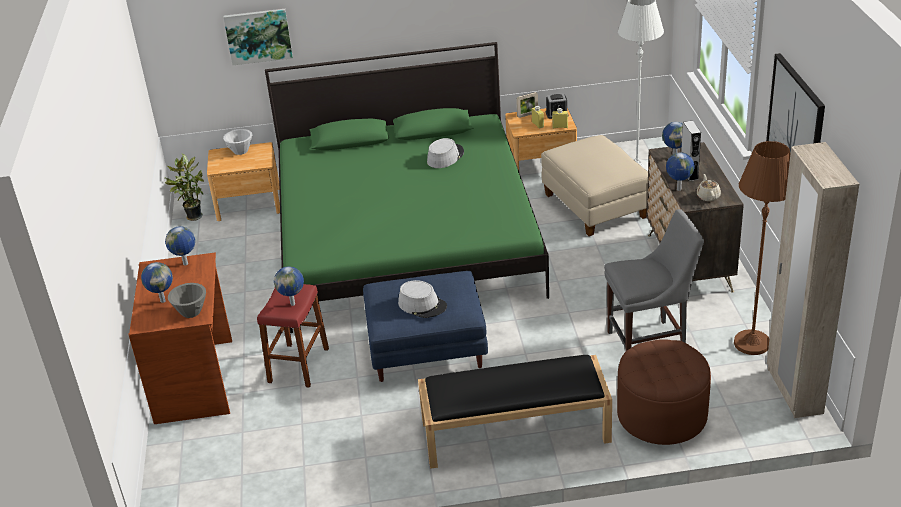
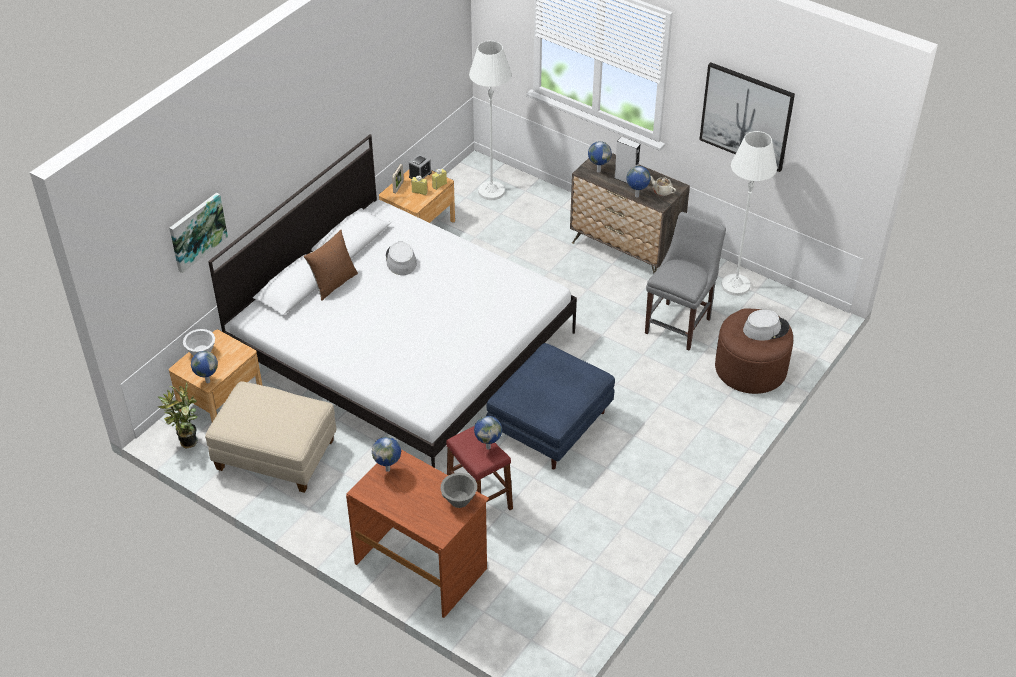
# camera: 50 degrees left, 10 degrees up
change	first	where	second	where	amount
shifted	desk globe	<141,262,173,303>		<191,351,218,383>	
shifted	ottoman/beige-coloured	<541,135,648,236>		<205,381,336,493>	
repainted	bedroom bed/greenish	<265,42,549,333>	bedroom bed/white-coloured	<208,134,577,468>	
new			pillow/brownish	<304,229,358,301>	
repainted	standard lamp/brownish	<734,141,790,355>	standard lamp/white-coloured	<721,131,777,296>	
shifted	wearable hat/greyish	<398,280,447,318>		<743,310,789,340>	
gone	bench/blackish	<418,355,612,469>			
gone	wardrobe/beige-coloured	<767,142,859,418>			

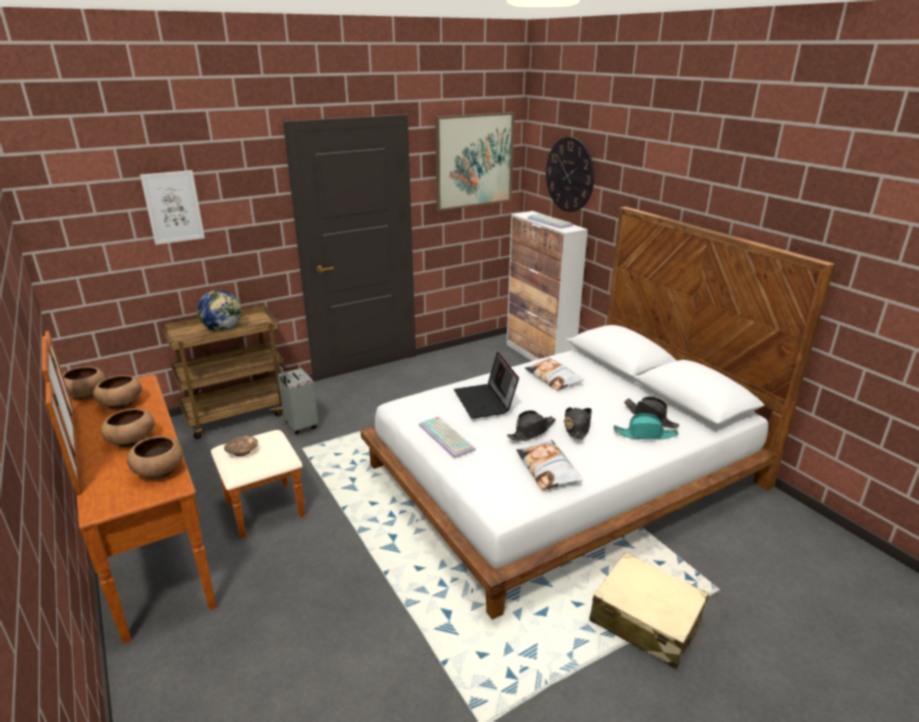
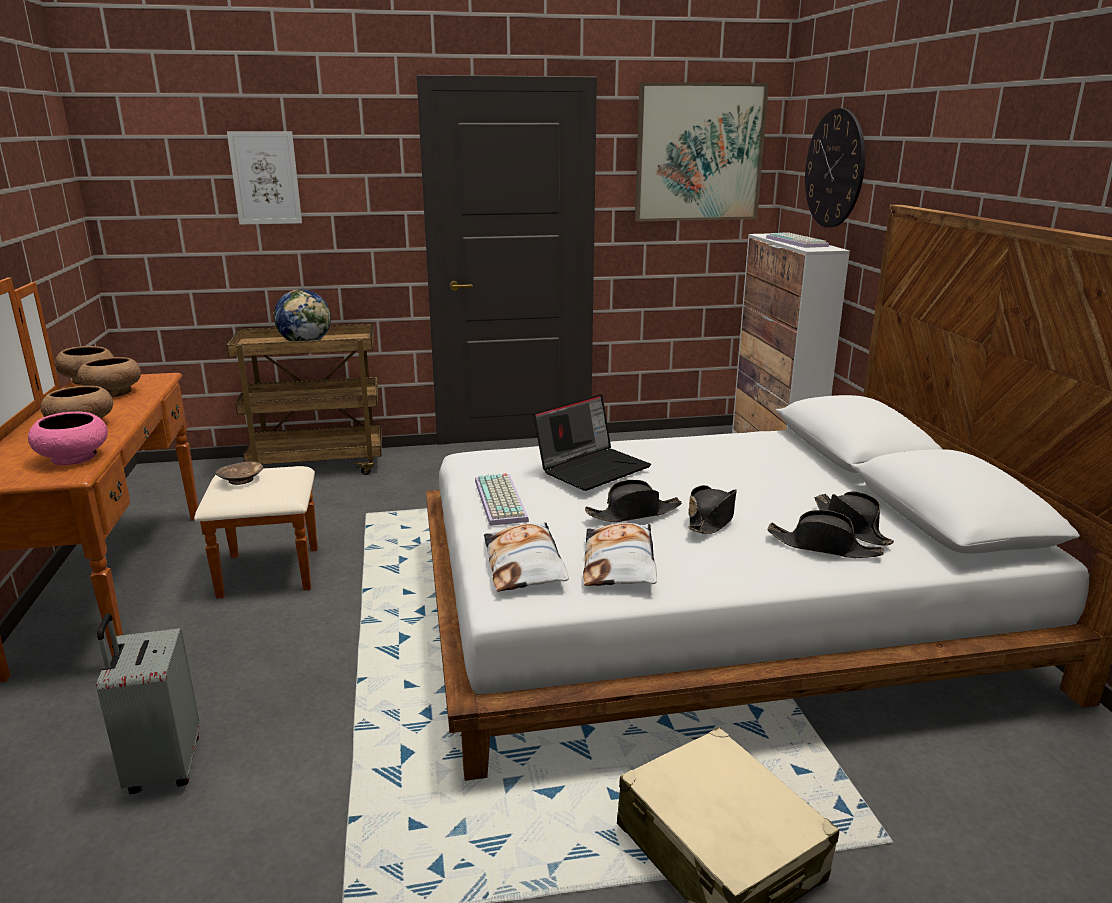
# camera: 20 degrees right, 5 degrees down
change	first	where	second	where	amount
repainted	deep dish/brownish	<127,436,183,480>	deep dish/pinkish	<28,412,108,465>	
shifted	piece of luggage/greyish	<278,363,318,434>		<97,613,200,794>	
shifted	pillow	<525,358,584,391>		<484,522,569,592>	
rotated	portable computer	<454,352,519,419>		<533,394,651,491>	135 degrees counterclockwise
repainted	wearable hat/blue-green	<614,413,679,439>	wearable hat/blackish	<768,510,884,558>	

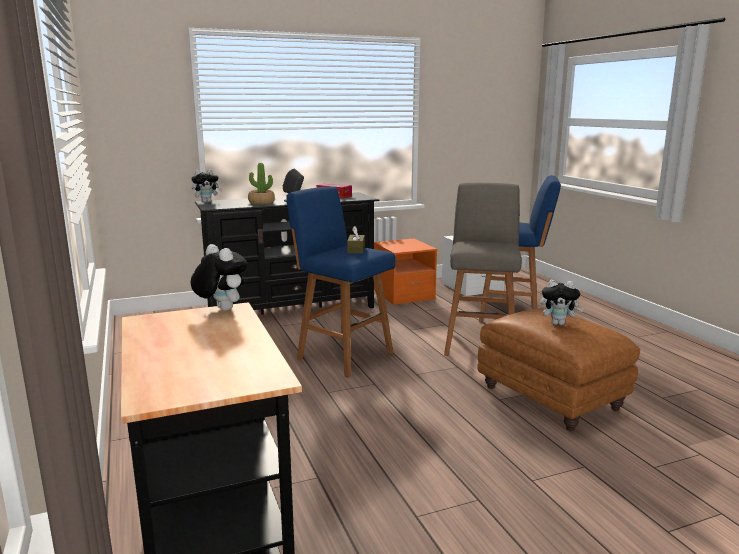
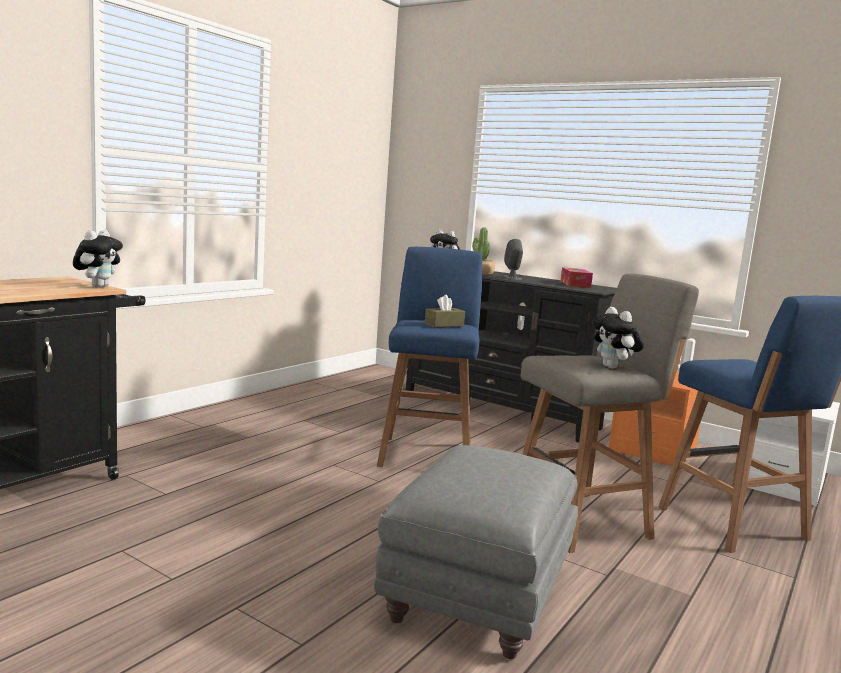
# camera: 55 degrees right, 5 degrees down
change	first	where	second	where	amount
repainted	ottoman/brownish	<477,308,640,431>	ottoman/greyish	<374,445,578,659>	
shifted	cuddly toy	<540,280,584,325>		<592,307,644,369>	

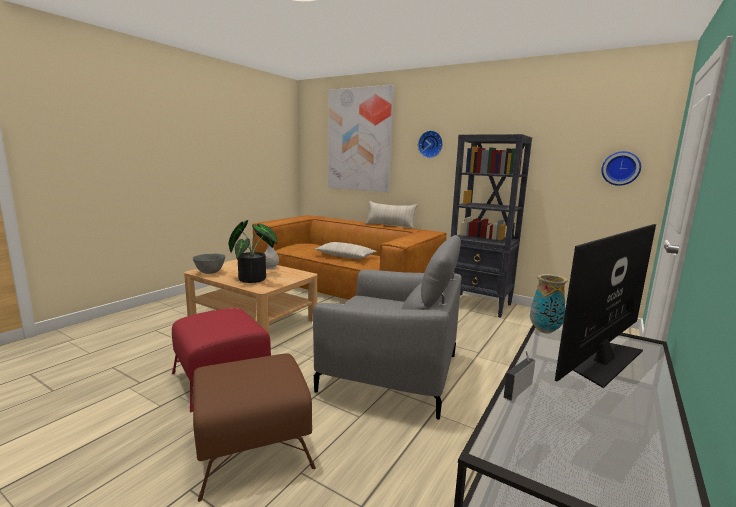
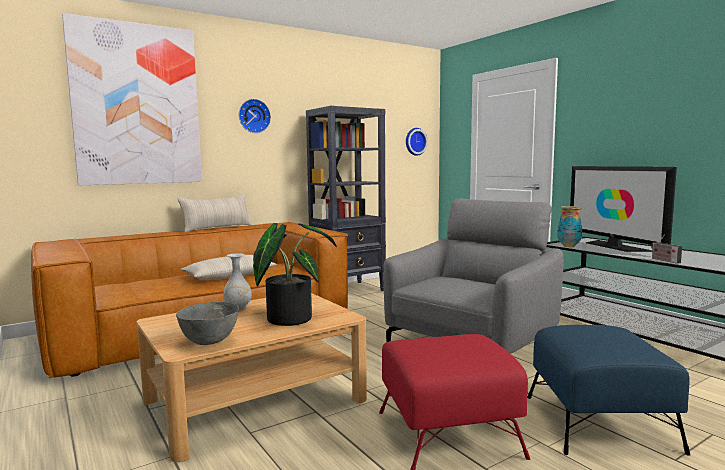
# camera: 65 degrees left, 5 degrees down
change	first	where	second	where	amount
repainted	ottoman/brownish	<193,353,316,502>	ottoman/bluish	<527,325,690,456>	

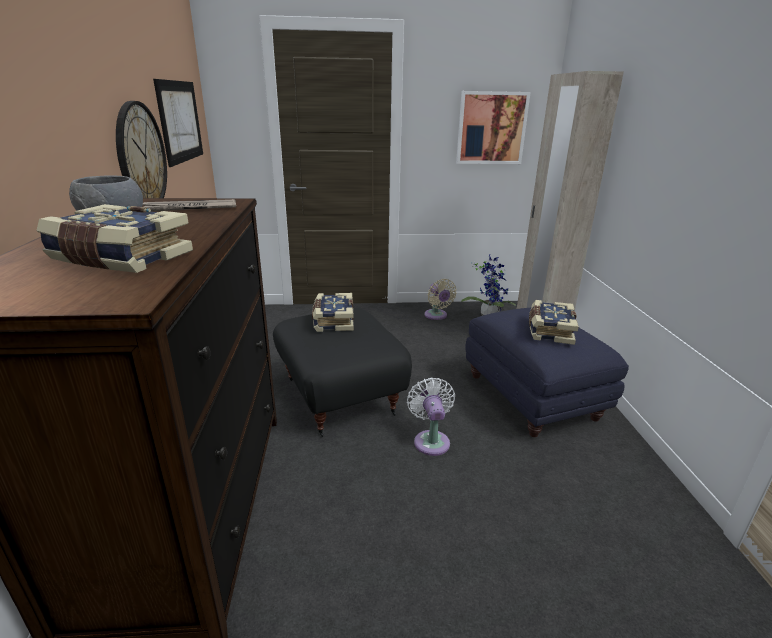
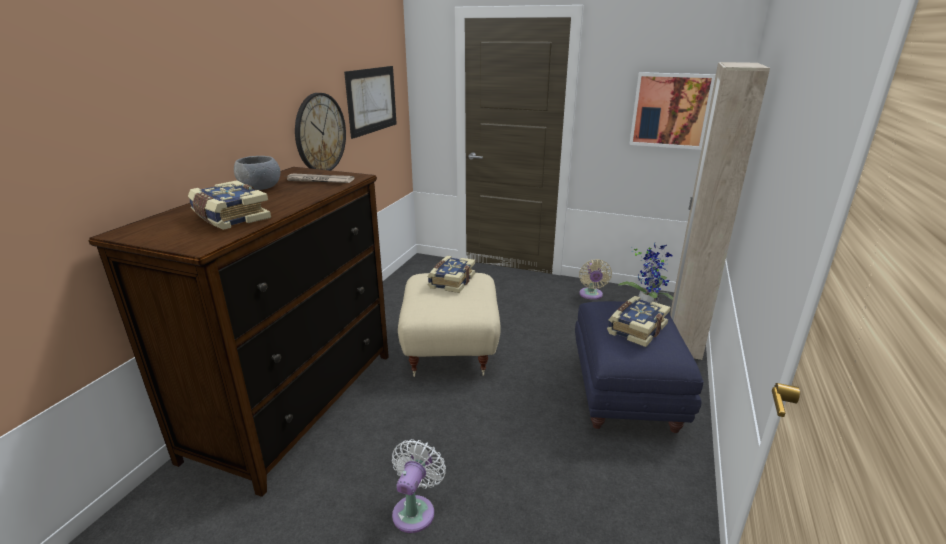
# camera: 25 degrees right, 0 degrees up
change	first	where	second	where	amount
shifted	fan/white-coloured	<407,377,455,456>		<392,439,446,533>	
repainted	ottoman/blackish	<273,308,412,437>	ottoman/beige-coloured	<398,273,501,377>	

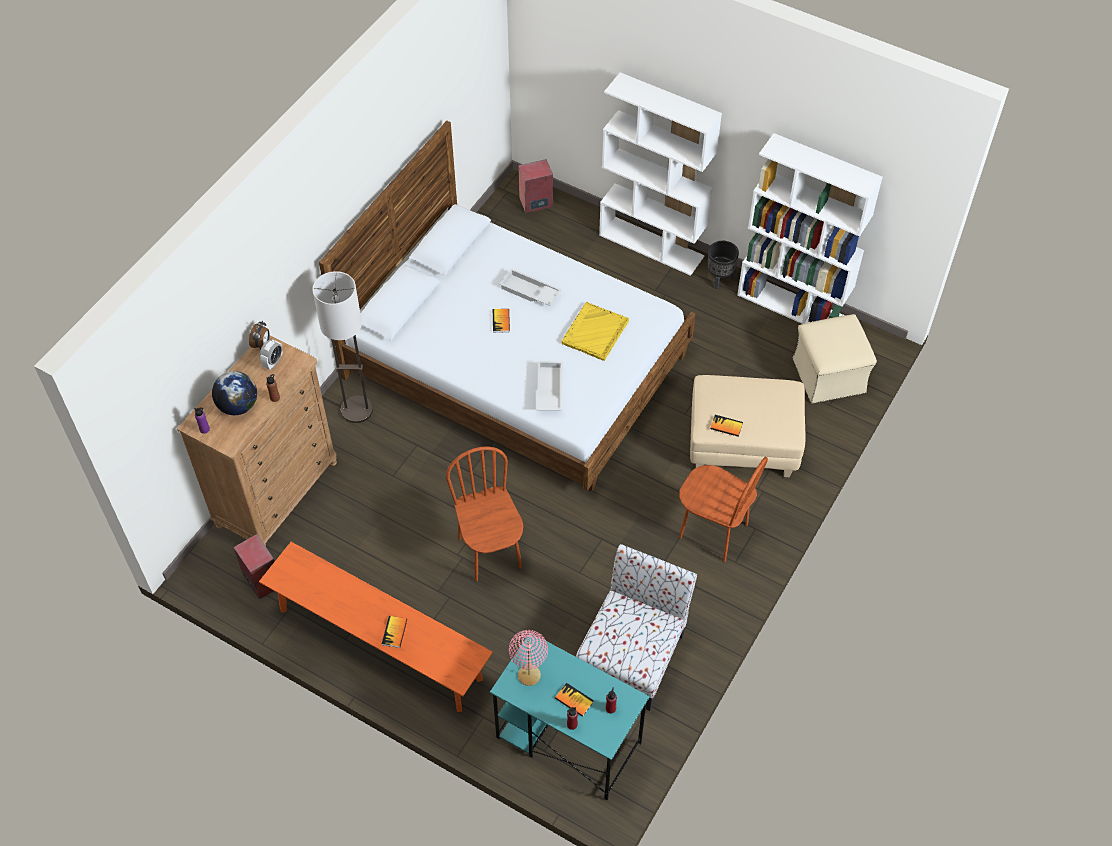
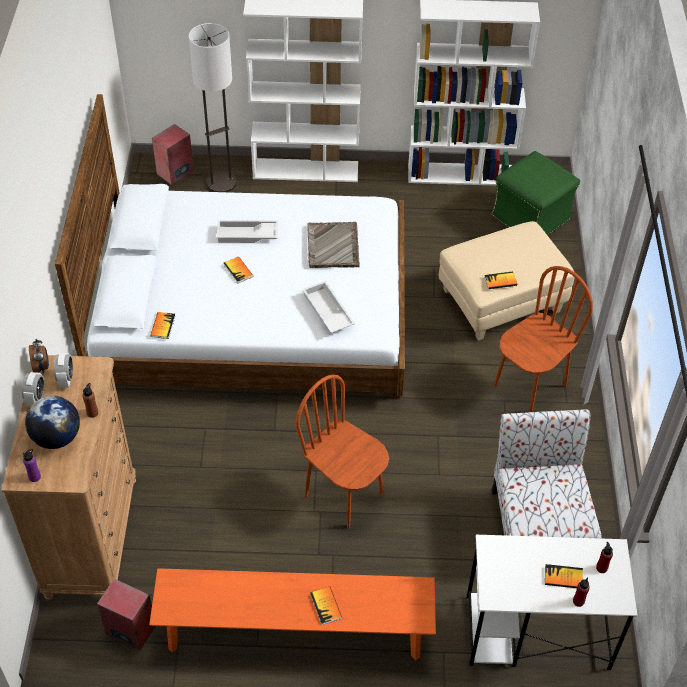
# camera: 30 degrees left, 5 degrees down
change	first	where	second	where	amount
new			bedside clock	<22,372,44,407>	
new			volume	<150,312,176,339>	
shifted	standard lamp	<312,271,373,423>		<189,23,236,192>	
repainted	serving tray/yellowish	<561,302,629,361>	serving tray/greyish	<307,222,360,268>	
repainted	desk/blue-green	<490,633,650,801>	desk/white-coloured	<466,535,637,670>	
repainted	ottoman/beige-coloured	<793,314,877,404>	ottoman/greenish	<492,151,580,235>	
rotated	chair/brownish	<679,457,768,562>		<494,266,593,412>	45 degrees counterclockwise
gone	tabletop lamp/pinkish	<509,630,548,686>			
gone	plant pot/blackish	<708,241,739,289>			

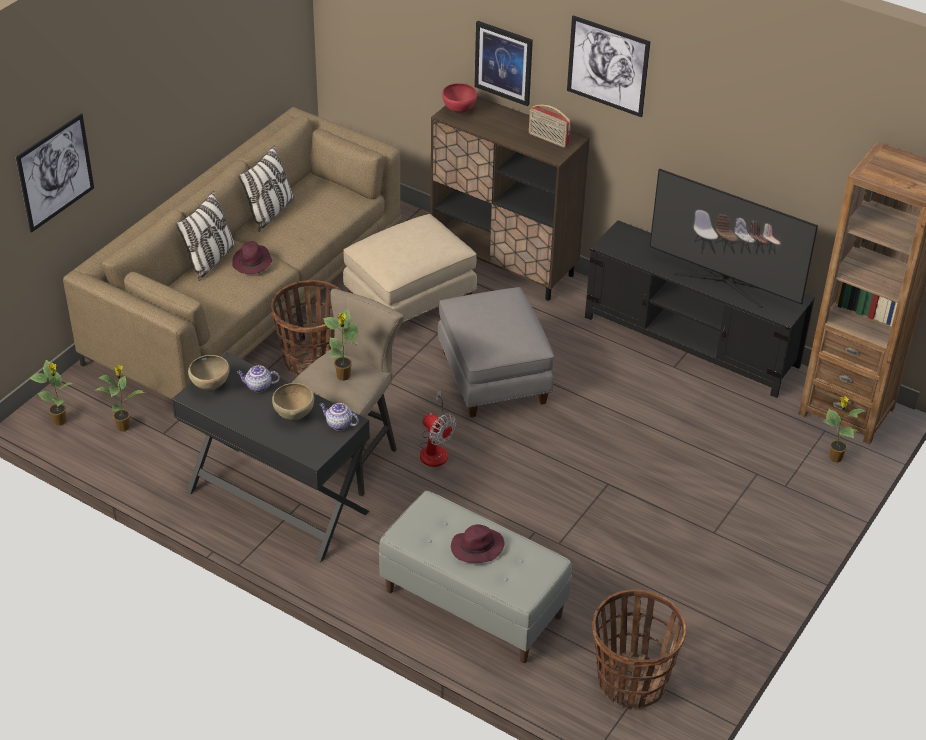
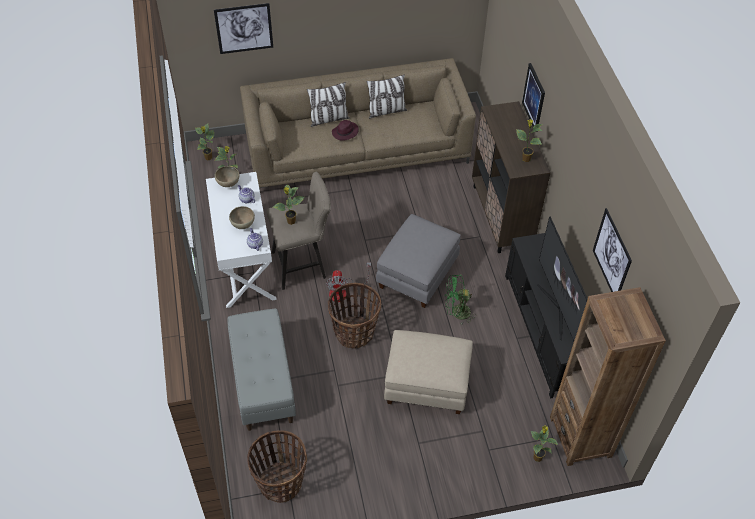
# camera: 45 degrees right, 10 degrees up
change	first	where	second	where	amount
repainted	desk/blackish	<172,352,370,563>	desk/white-coloured	<206,172,277,308>	
shifted	household basket	<271,280,341,376>		<328,283,381,349>	
shifted	ottoman/beige-coloured	<343,214,477,323>		<384,330,473,414>	
new			fan/greenish	<445,274,477,325>	
swapped	radio	<529,105,571,148>	plant in a pot	<516,119,543,162>	
shifted	wall picture	<567,15,650,118>		<593,208,632,292>	
gone	deep dish/red	<442,83,477,113>			
gone	wearable hat/purple-coloured	<451,524,505,563>			

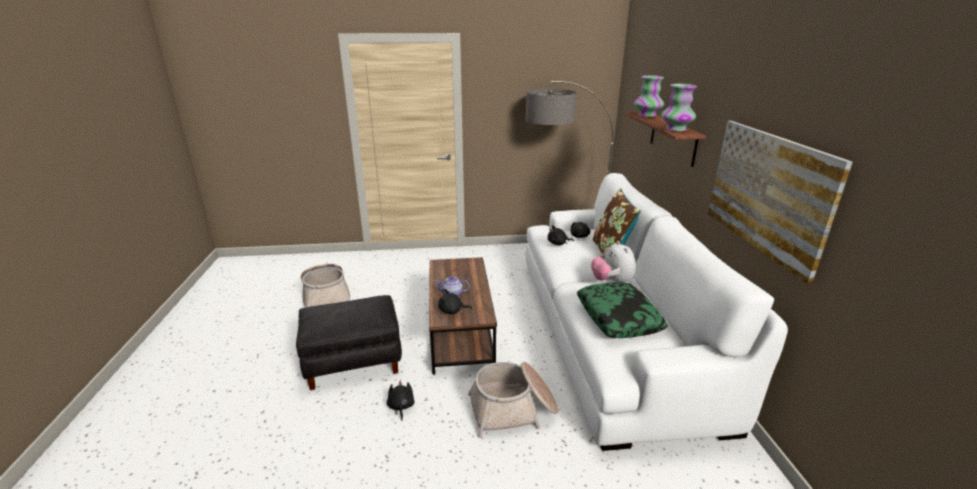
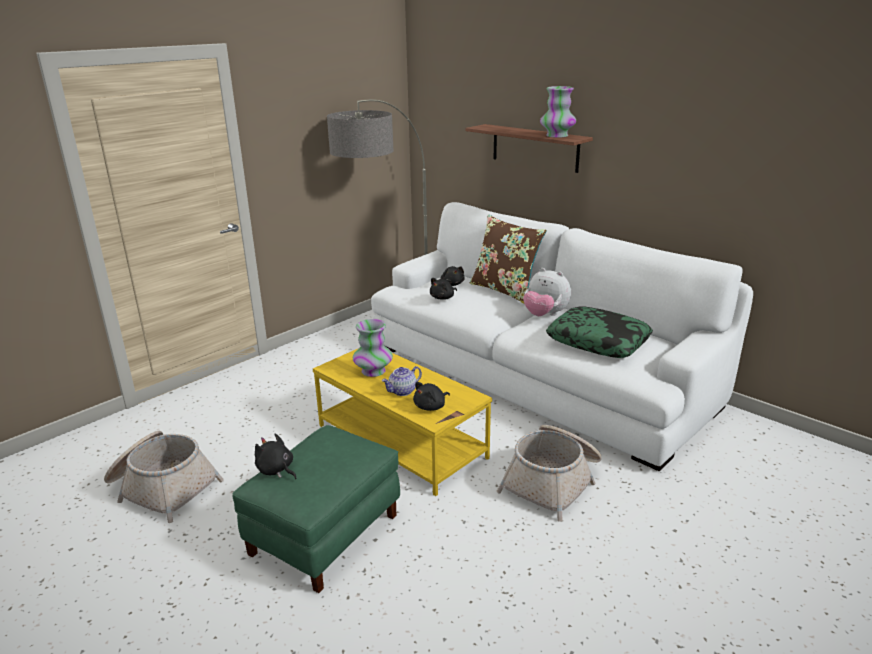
# camera: 40 degrees left, 0 degrees up
change	first	where	second	where	amount
repainted	ottoman/blackish	<296,295,402,390>	ottoman/greenish	<232,425,400,593>	
shifted	cuddly toy/blackish	<387,381,415,421>		<255,434,297,479>	
repainted	lounge table/brownish	<429,257,497,375>	lounge table/yellowish	<313,349,492,496>	
shifted	flower vase	<634,75,664,117>		<353,319,393,377>	
gone	wall picture	<708,121,853,284>			

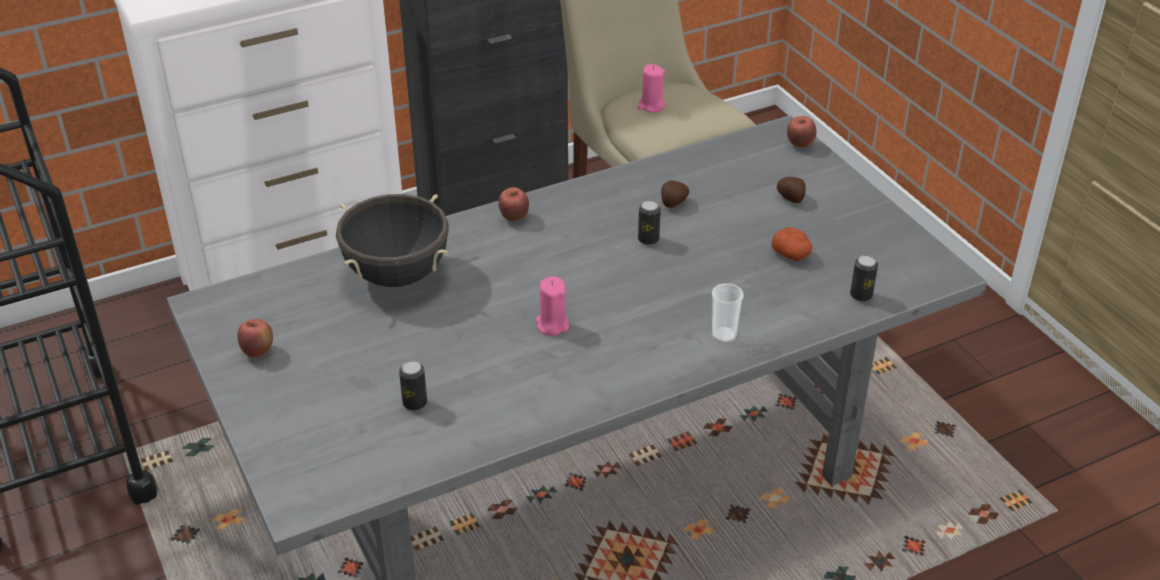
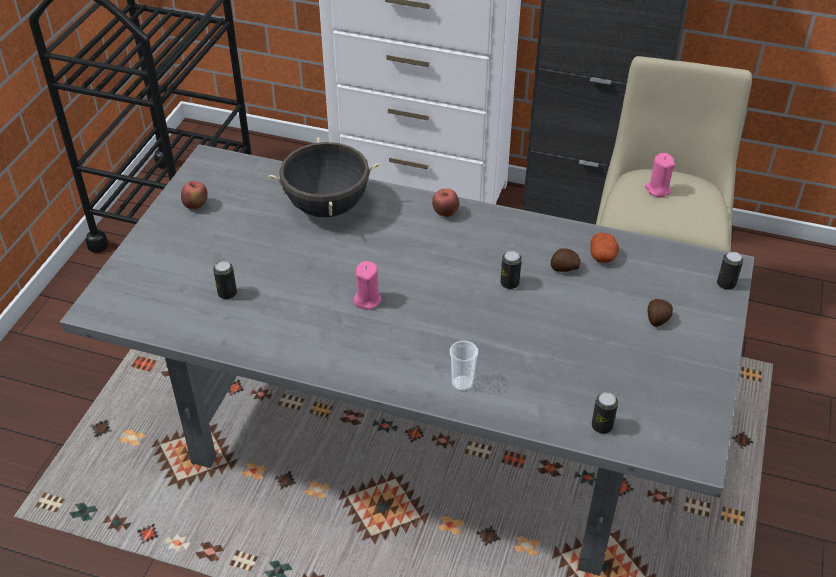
# camera: 45 degrees right, 5 degrees up
change	first	where	second	where	amount
shifted	potato	<771,227,813,261>		<590,233,619,263>	
swapped	apple	<787,116,816,148>	can	<717,251,743,290>	

